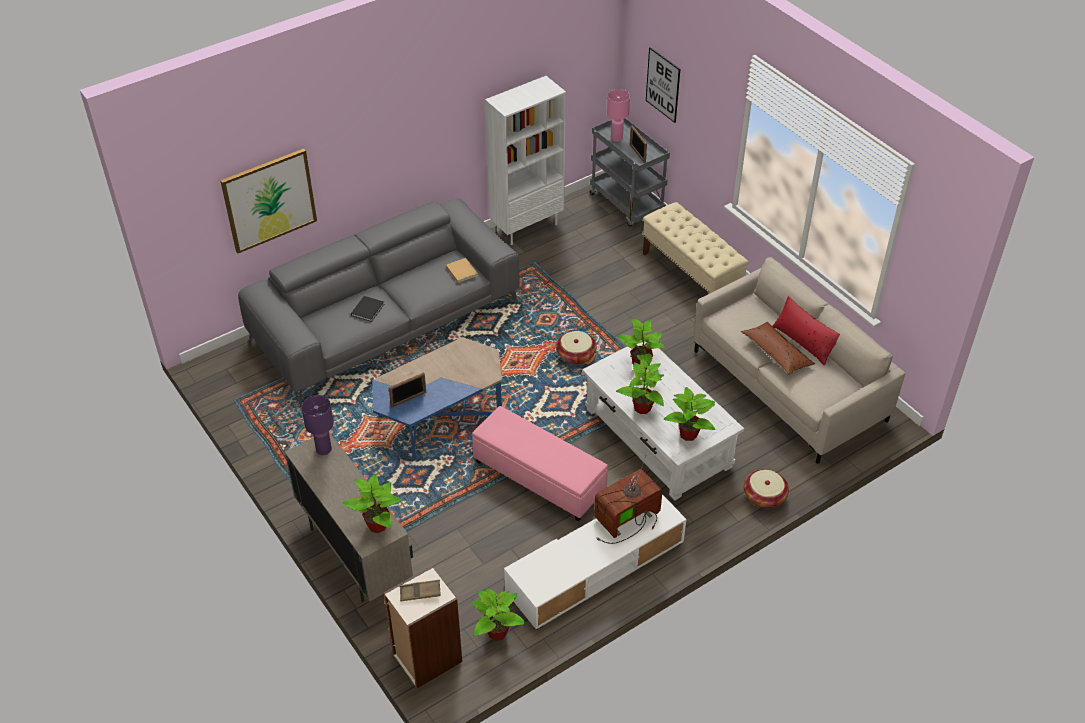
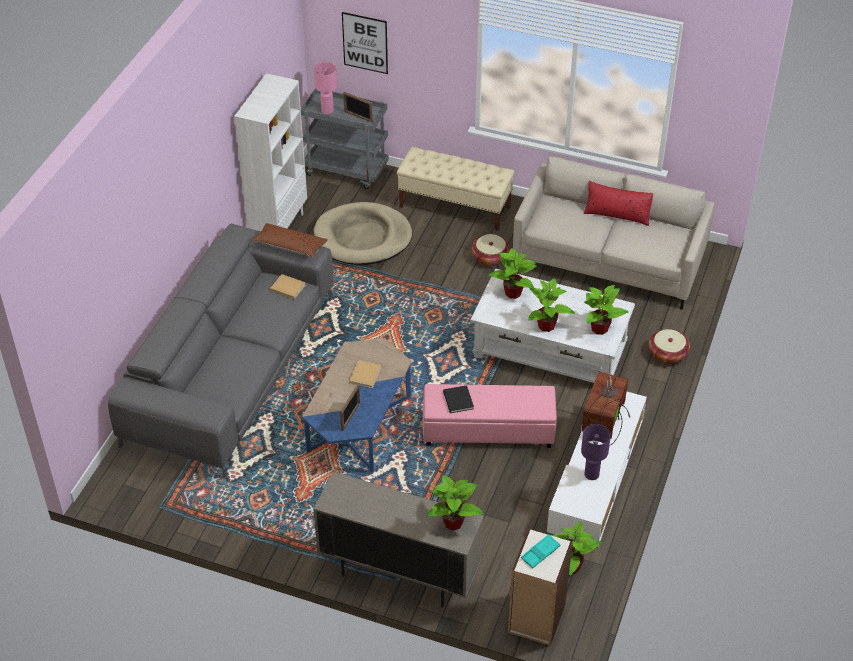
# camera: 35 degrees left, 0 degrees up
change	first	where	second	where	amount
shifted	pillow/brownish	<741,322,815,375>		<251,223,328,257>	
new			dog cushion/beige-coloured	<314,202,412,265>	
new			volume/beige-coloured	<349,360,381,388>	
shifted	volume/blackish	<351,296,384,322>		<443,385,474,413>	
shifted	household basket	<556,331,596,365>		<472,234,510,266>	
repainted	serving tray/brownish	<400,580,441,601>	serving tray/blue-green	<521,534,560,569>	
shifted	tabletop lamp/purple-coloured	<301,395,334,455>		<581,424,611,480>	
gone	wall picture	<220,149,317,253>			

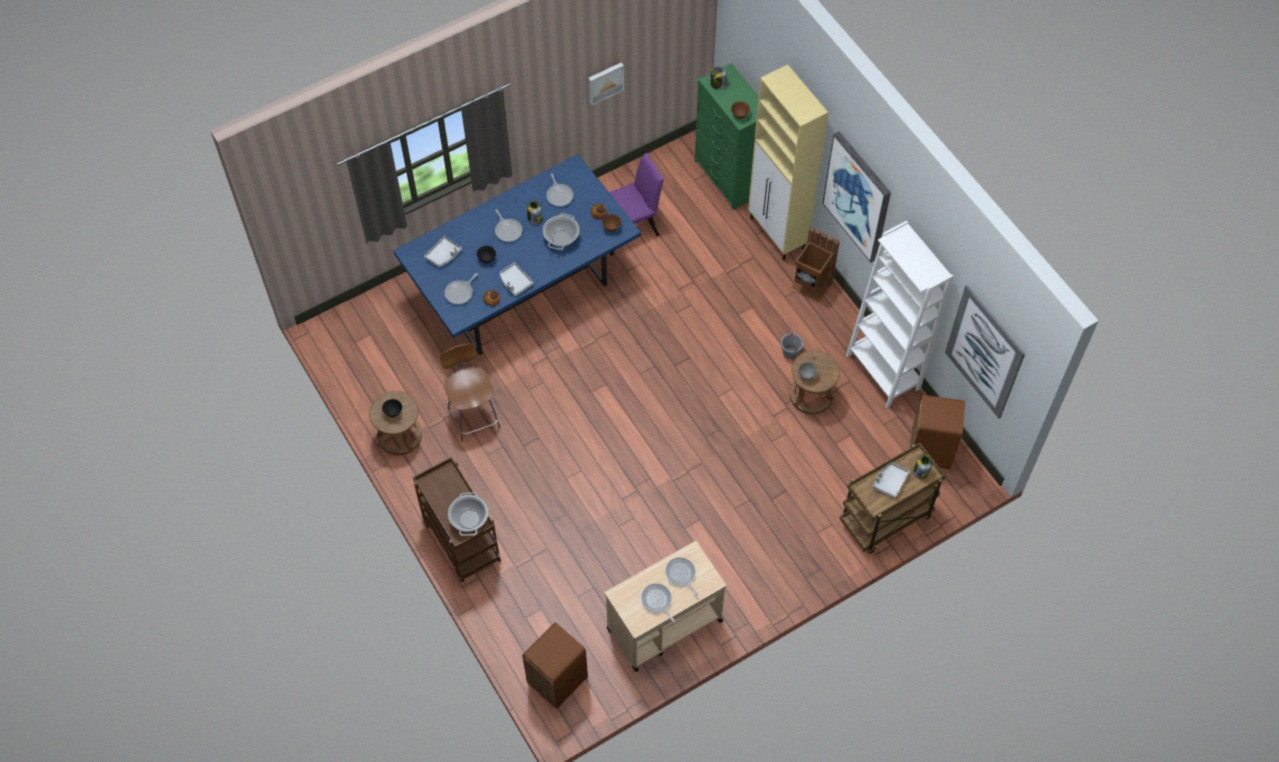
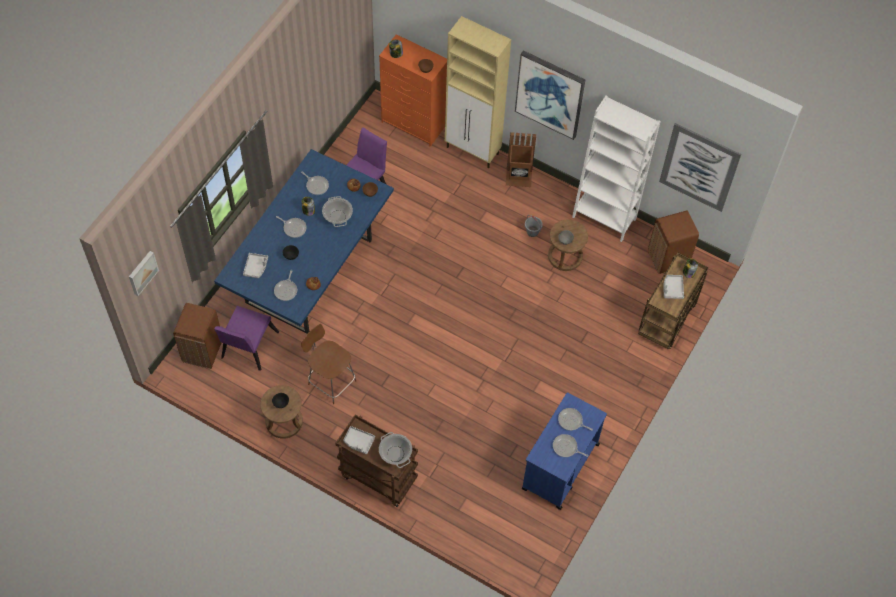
# camera: 30 degrees left, 0 degrees up
change	first	where	second	where	amount
shifted	wall picture	<588,62,624,105>		<129,251,159,296>	
shifted	trash can/brownish	<522,622,588,709>		<173,303,221,369>	
new			chair/purple-coloured	<214,306,279,371>	
shifted	serving tray/greyish	<500,262,534,296>		<343,426,375,454>	
repainted	chest of drawers/greenish	<695,63,759,210>	chest of drawers/orange-coloured	<379,34,447,147>	
repainted	cart/beige-coloured	<605,541,726,672>	cart/bluish	<522,392,607,510>	

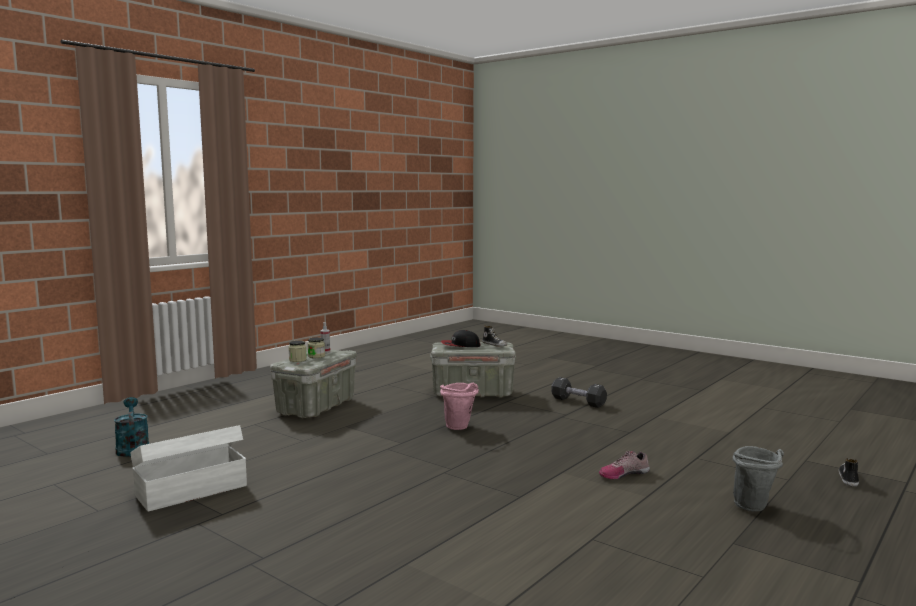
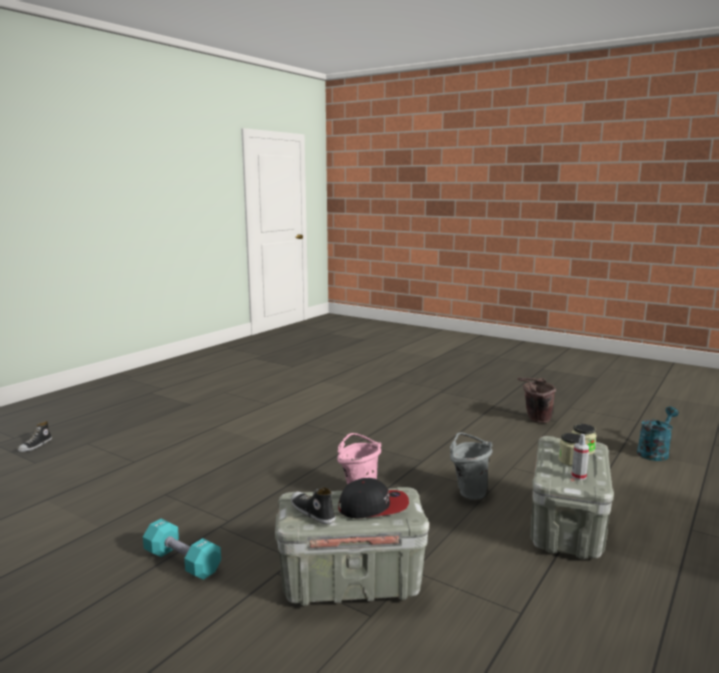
# camera: 175 degrees right, 5 degrees up
change	first	where	second	where	amount
repainted	dumbbell/blackish	<551,377,607,408>	dumbbell/blue-green	<143,519,221,580>	
shifted	pail/greyish	<732,446,784,512>		<450,433,492,500>	
swapped	storage bin/white-coloured	<130,425,247,512>	pail/brownish	<517,378,556,423>	
rotated	watering can/blue-green	<114,397,149,457>		<637,407,679,461>	105 degrees counterclockwise
gone	shoe	<599,451,650,479>			

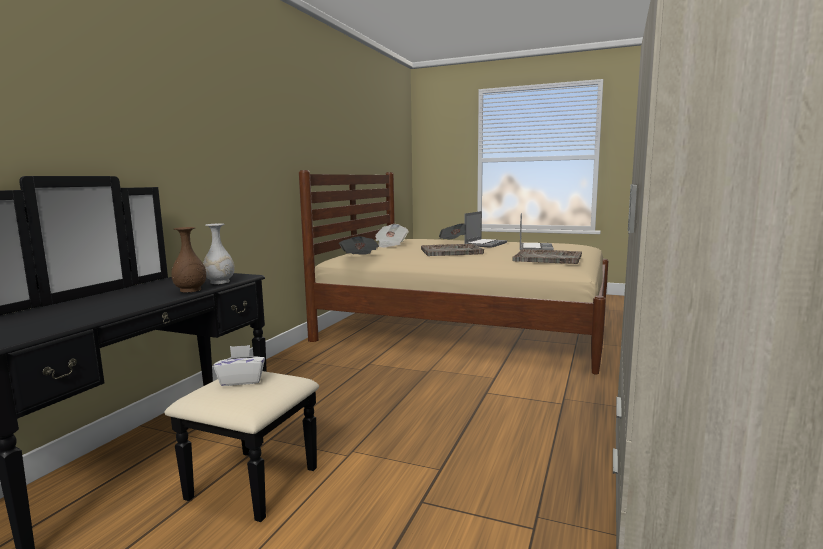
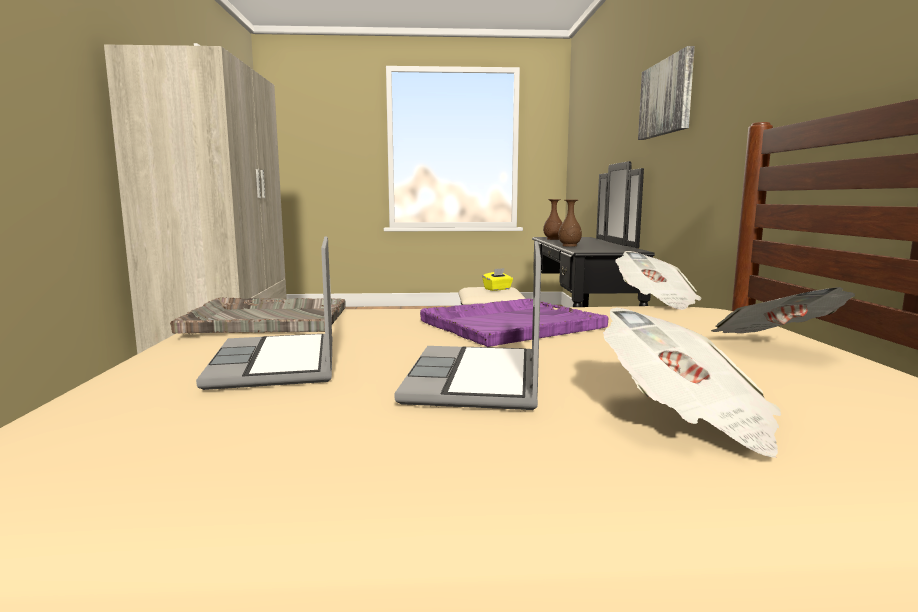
# camera: 155 degrees right, 0 degrees up
change	first	where	second	where	amount
repainted	serving tray/greyish	<421,244,484,256>	serving tray/purple-coloured	<420,299,608,347>	
repainted	tissue holder/white-coloured	<213,345,265,386>	tissue holder/yellowish	<482,268,513,291>	
new			flower vase/brownish	<543,199,562,240>	
new			wall picture	<638,46,695,140>	
gone	flower vase/white-coloured	<203,224,235,284>			

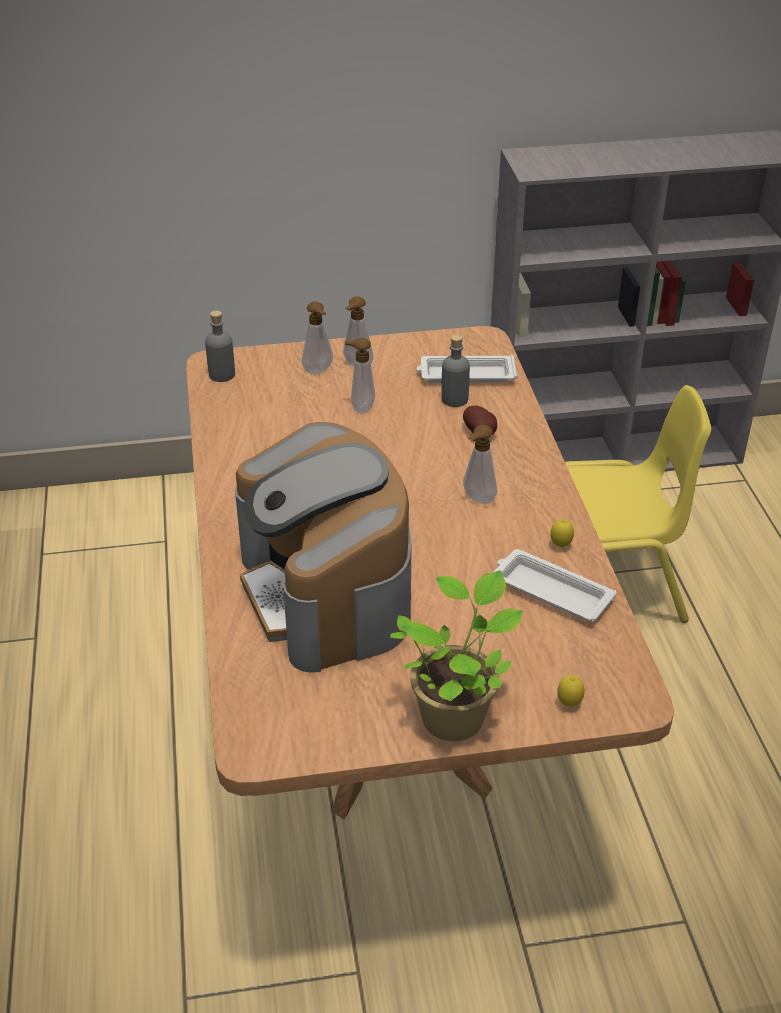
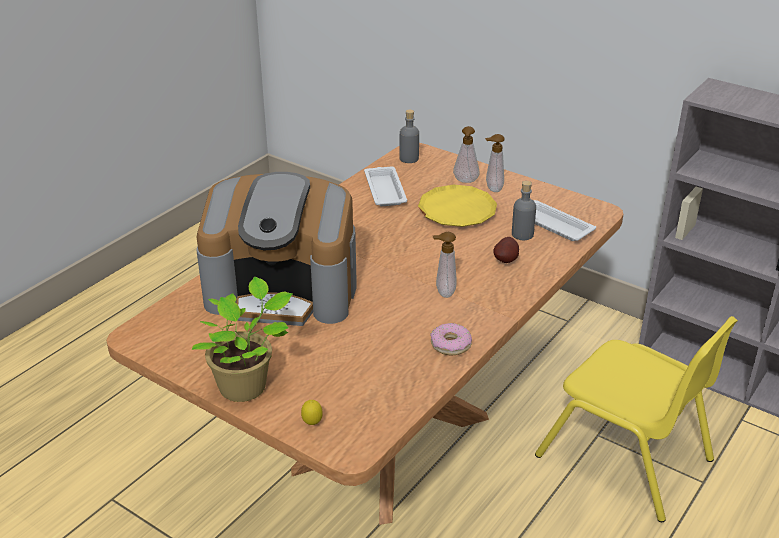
# camera: 45 degrees right, 5 degrees down
change	first	where	second	where	amount
rotated	coffee maker	<235,422,412,673>		<196,172,357,326>	105 degrees counterclockwise
shifted	serving tray/white-coloured	<494,549,616,621>		<364,166,407,206>	
swapped	liquid soap bottle	<345,338,375,414>	plate/yellowish	<418,185,497,227>	
swapped	citrus fruit	<550,519,574,547>	doughnut	<430,323,472,355>	

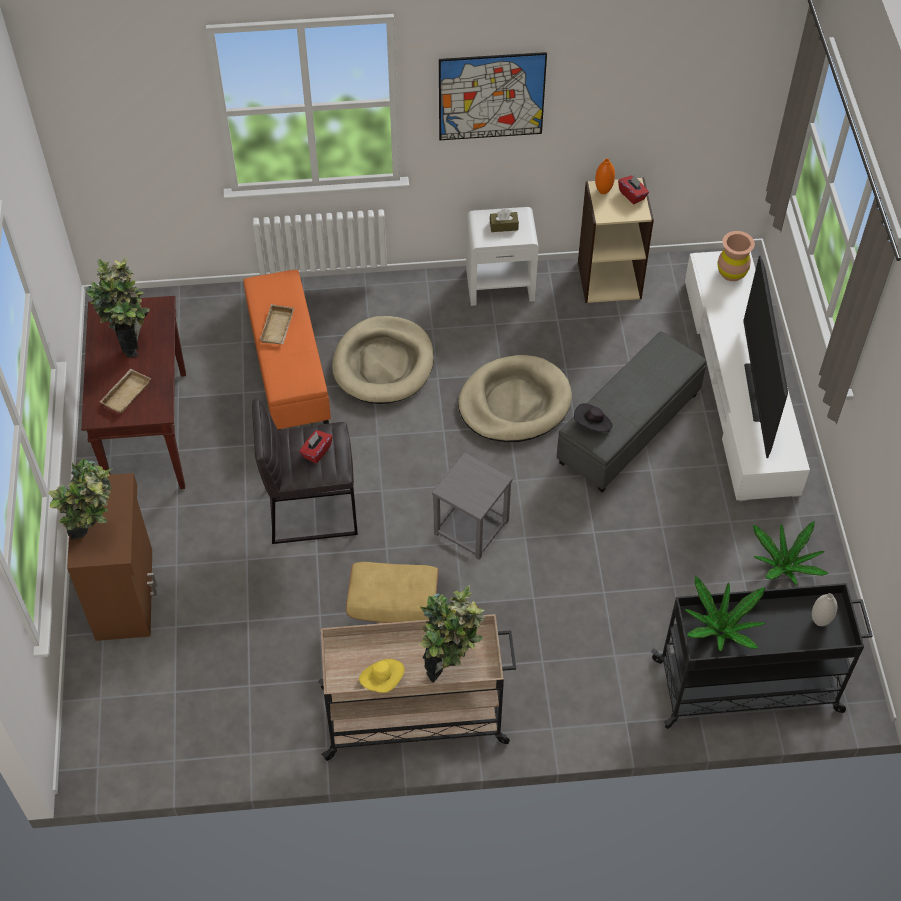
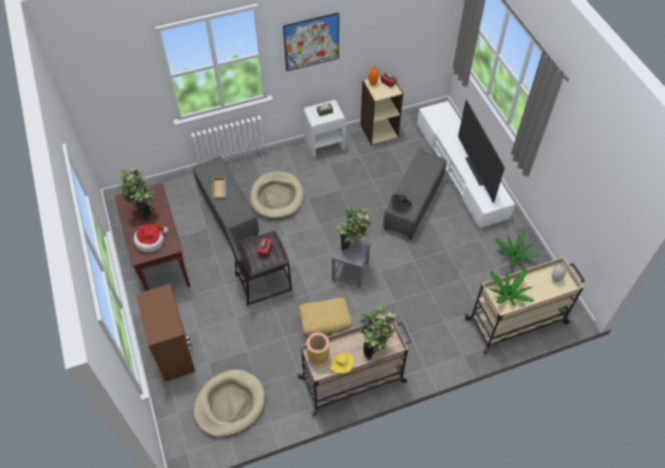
# camera: 15 degrees left, 0 degrees up
change	first	where	second	where	amount
swapped	serving tray/beige-coloured	<100,369,151,414>	wearable hat	<134,224,168,253>	
repainted	ottoman/orange-coloured	<243,270,331,430>	ottoman/greyish	<193,157,259,240>	
shifted	dog cushion/beige-coloured	<459,355,572,442>		<193,369,265,437>	
shifted	flower vase/brownish	<717,231,755,281>		<307,333,330,364>	
shifted	plant in a pot	<48,458,113,540>		<337,206,371,251>	
repainted	cart/blackish	<651,583,873,729>	cart/beige-coloured	<465,257,585,354>	

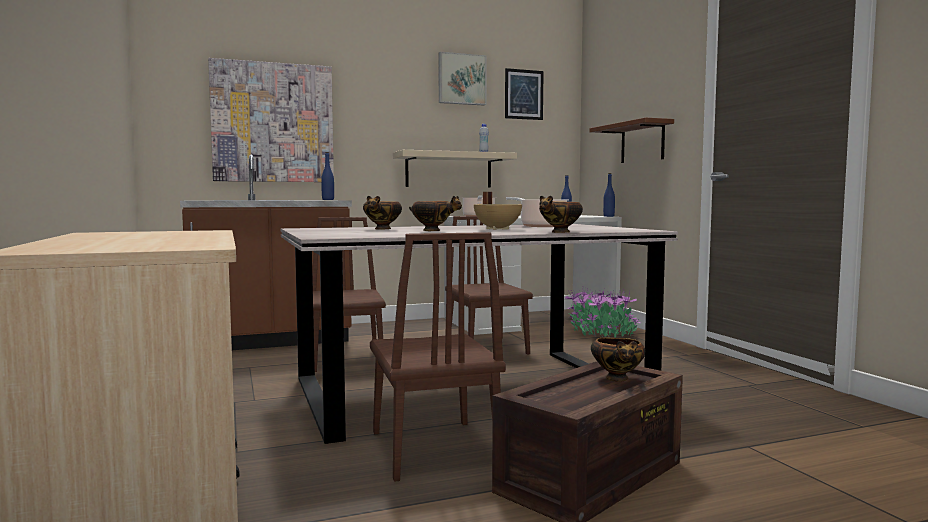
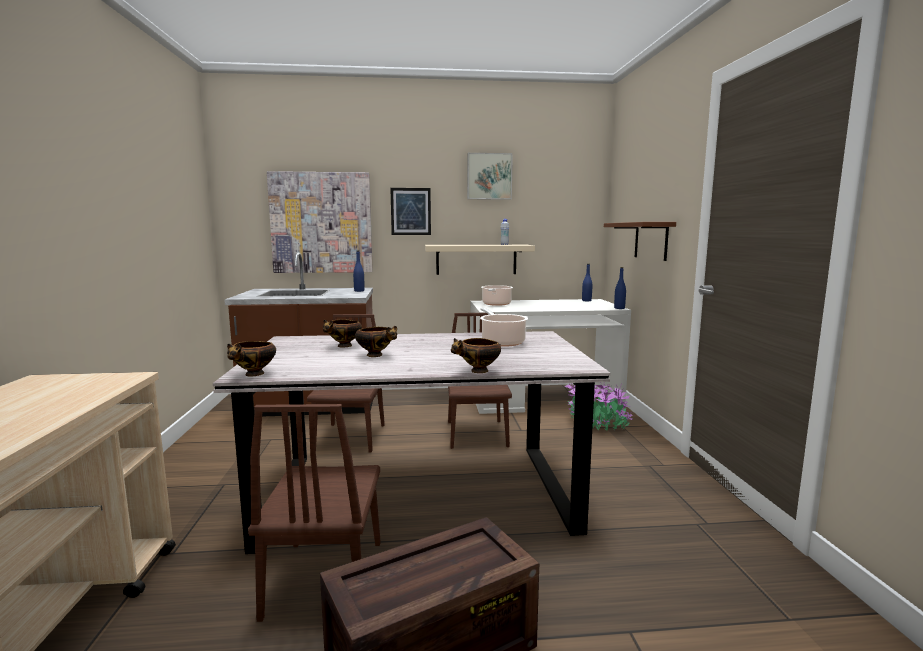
# camera: 15 degrees right, 5 degrees up
change	first	where	second	where	amount
shifted	deep dish	<591,338,645,382>		<227,341,276,377>	
shifted	wall picture	<505,68,544,120>		<390,188,431,235>	
gone	saucepot/beige-coloured	<474,192,523,230>			

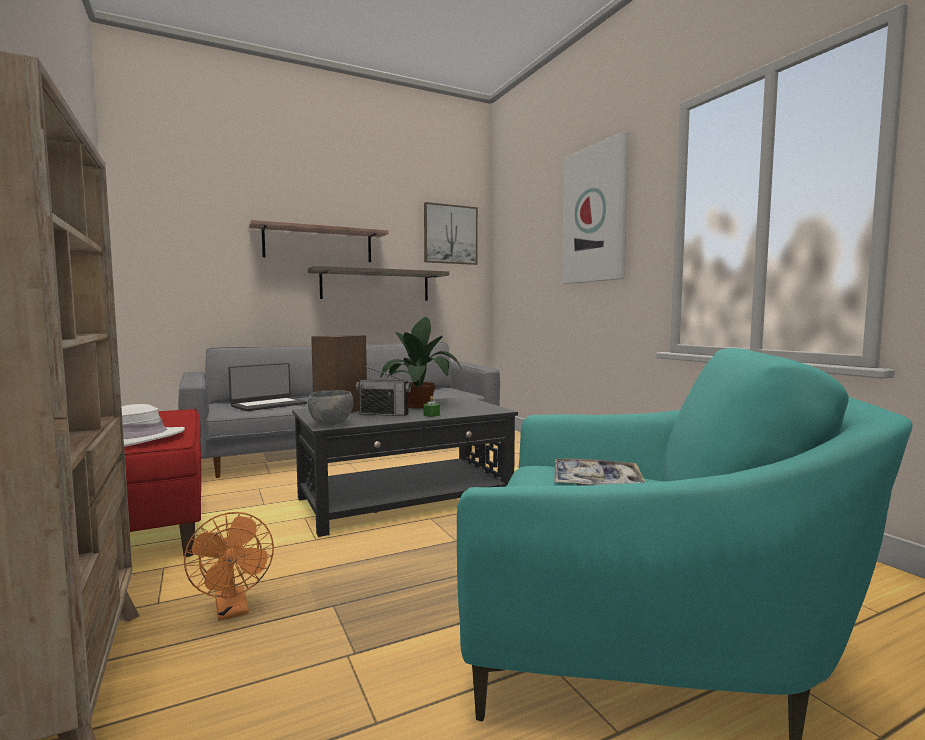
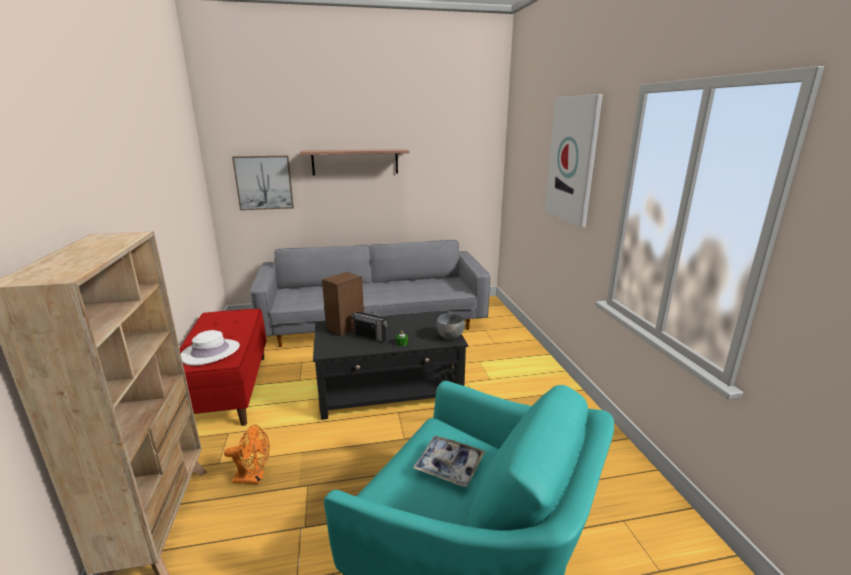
# camera: 15 degrees right, 15 degrees up
change	first	where	second	where	amount
rotated	fan/orange-coloured	<184,512,274,621>		<224,425,270,484>	75 degrees counterclockwise
shifted	wall picture	<424,202,478,265>		<232,156,294,210>	
shifted	deep dish/greyish	<308,390,354,426>		<436,313,465,340>	
gone	portable computer	<228,363,307,411>			
gone	wall shelf	<308,266,449,301>			
gone	plant in a pot	<380,317,462,408>			

